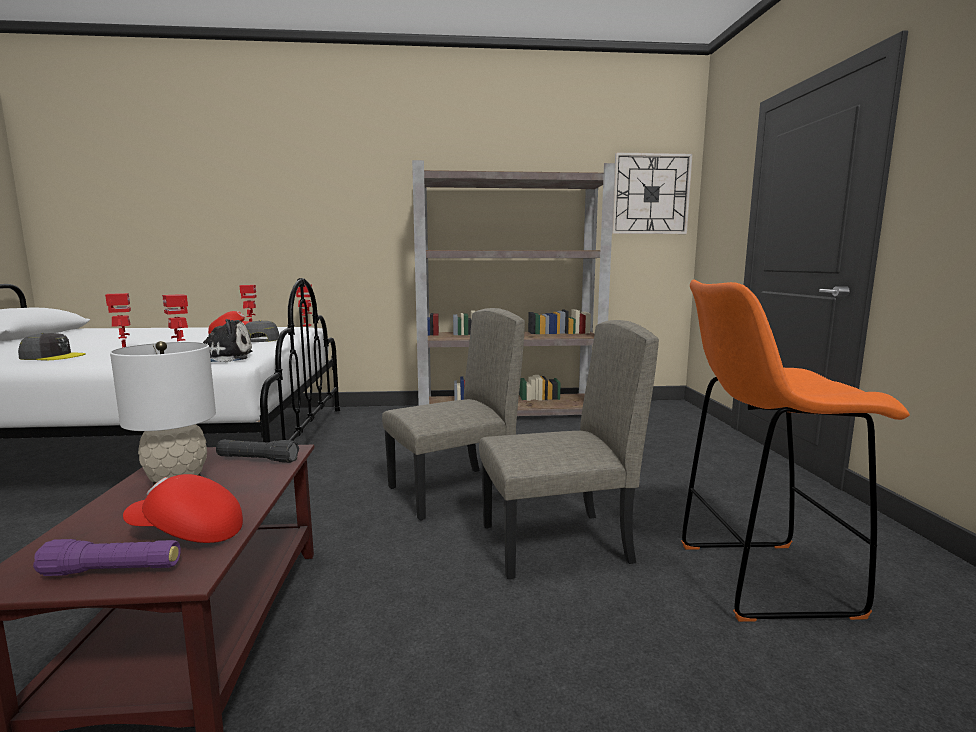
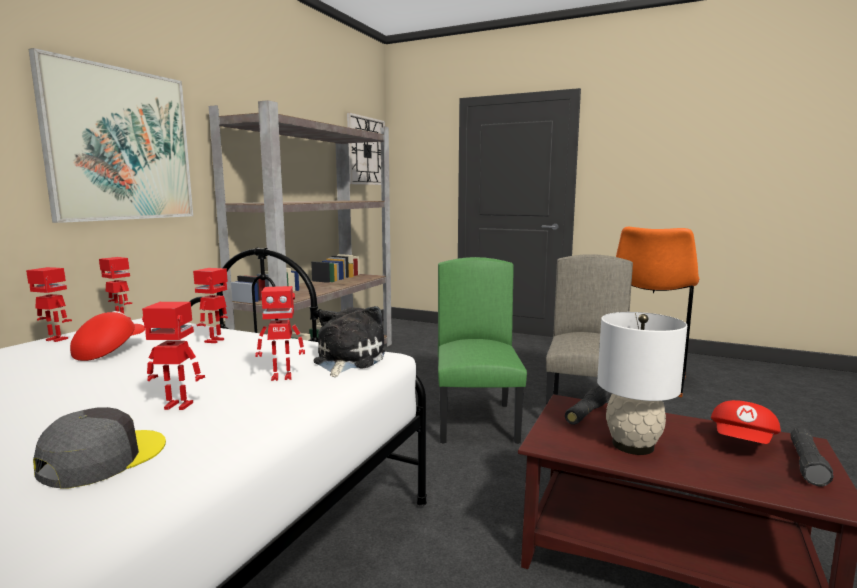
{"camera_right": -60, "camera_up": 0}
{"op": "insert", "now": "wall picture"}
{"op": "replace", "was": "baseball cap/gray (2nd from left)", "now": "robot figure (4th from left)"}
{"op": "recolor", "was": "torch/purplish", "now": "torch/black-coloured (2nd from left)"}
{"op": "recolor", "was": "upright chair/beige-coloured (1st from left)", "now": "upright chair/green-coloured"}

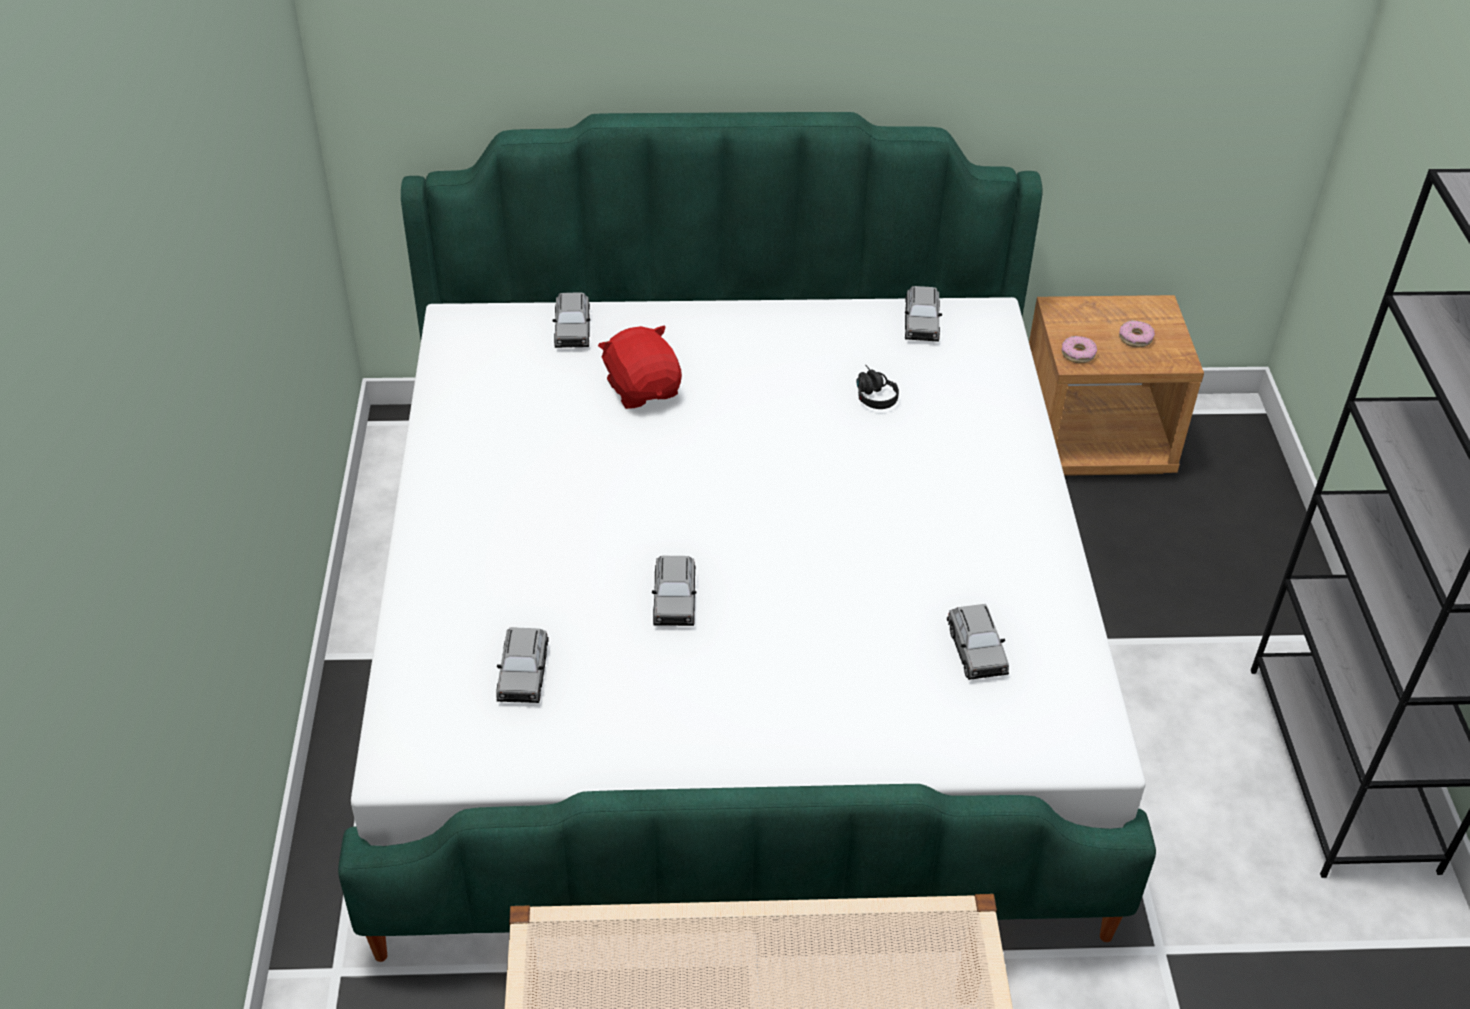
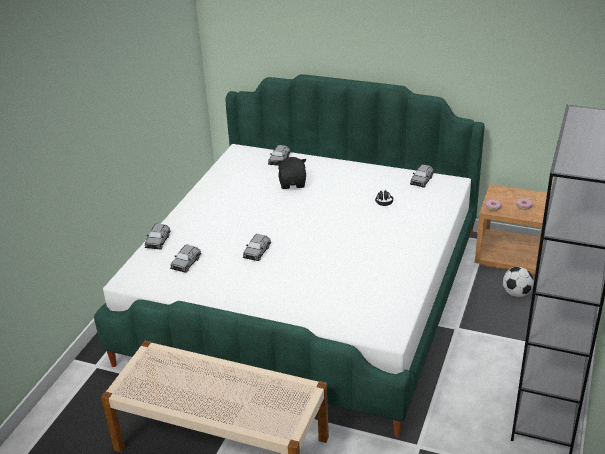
{"camera_right": 25, "camera_up": -10}
{"op": "insert", "now": "football"}
{"op": "move", "was": "model car/gray (5th from left in the first image)", "now": "model car/gray (1st from left)"}
{"op": "recolor", "was": "soft toy/reddish", "now": "soft toy/black-coloured"}

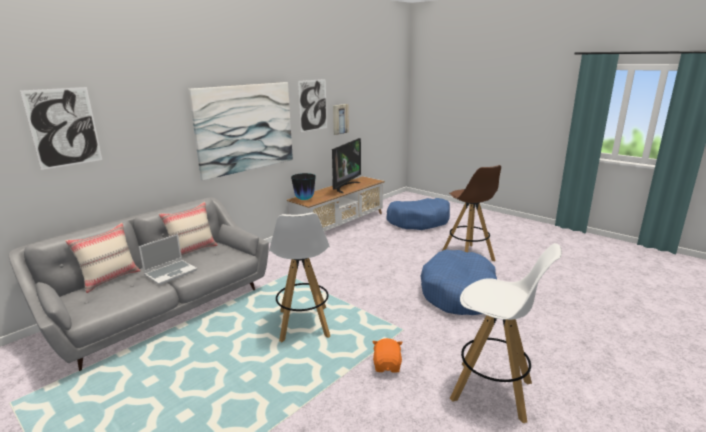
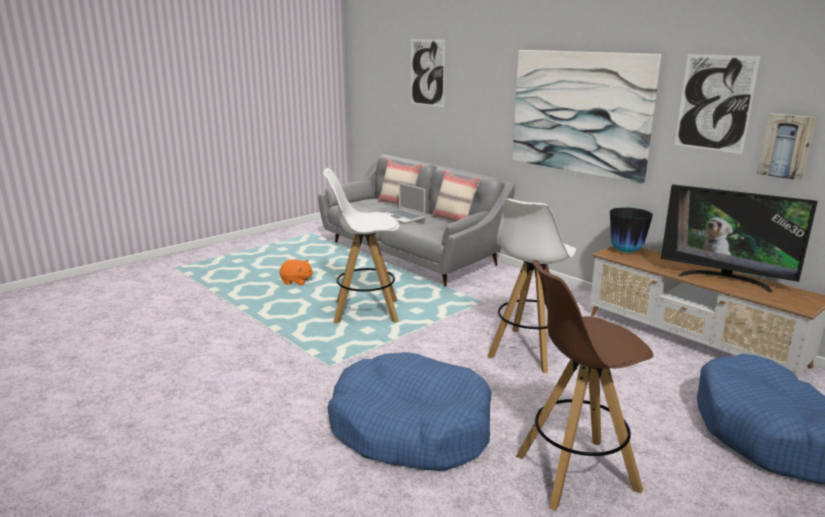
{"camera_right": 95, "camera_up": 0}
{"op": "move", "was": "soft toy/orange-coloured"}
{"op": "move", "was": "stool/white (2nd from left)"}

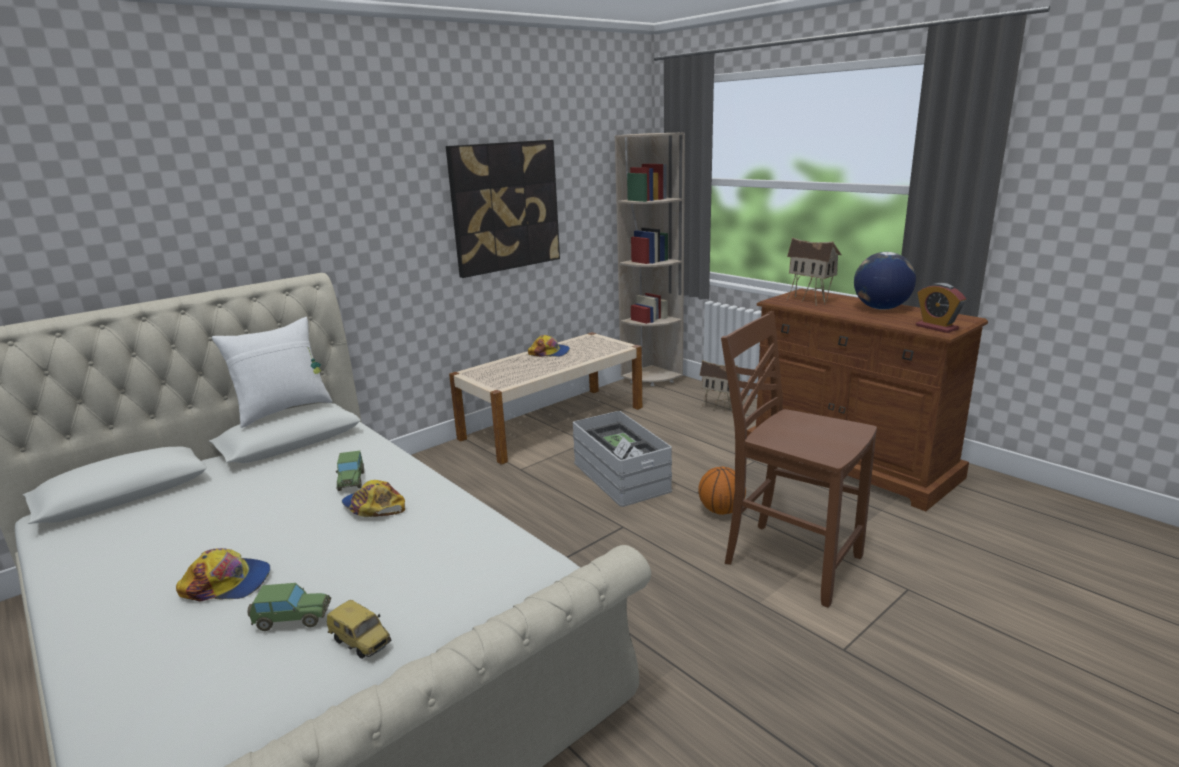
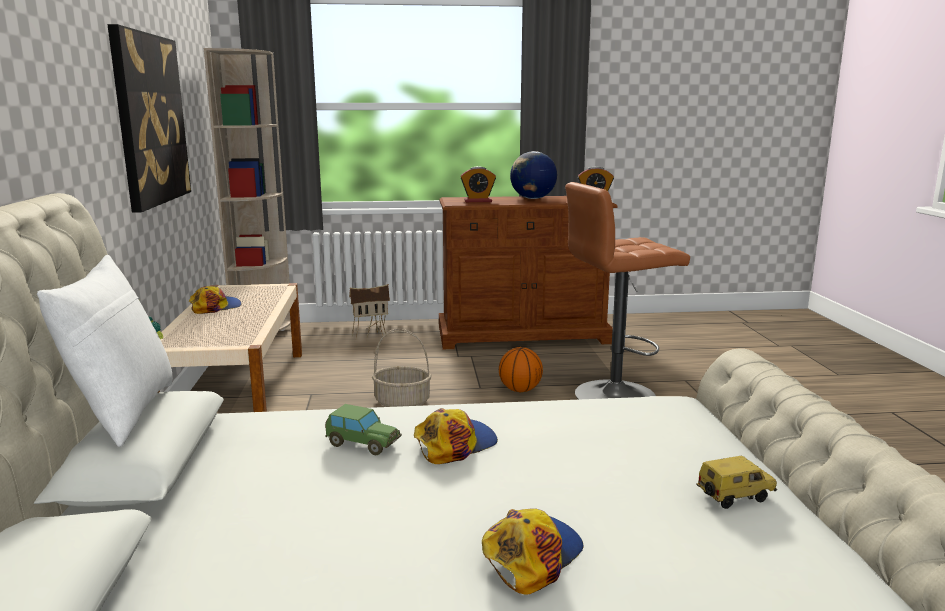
{"camera_right": -55, "camera_up": -5}
{"op": "delete", "was": "model car (1st from left)"}
{"op": "replace", "was": "storage container/gray", "now": "household basket"}
{"op": "replace", "was": "upright chair/brown-coloured", "now": "stool/brown-coloured"}
{"op": "replace", "was": "toy house (2nd from left)", "now": "bedside clock (1st from left)"}
{"op": "rotate", "was": "baseball cap (2nd from left)", "clockwise": 150}

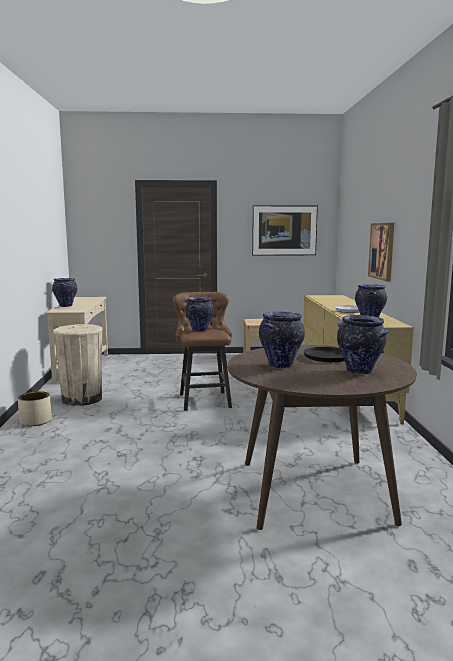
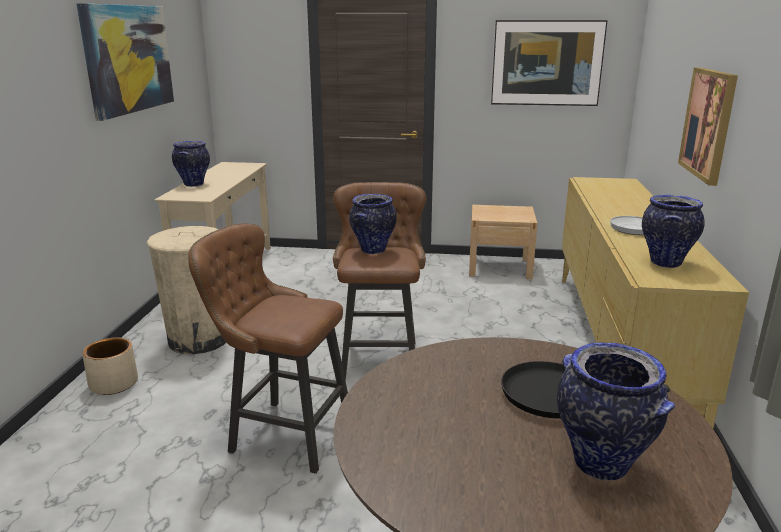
{"camera_right": 10, "camera_up": 10}
{"op": "delete", "was": "decorative vase (3rd from left)"}
{"op": "insert", "now": "wall picture (1st from left)"}
{"op": "insert", "now": "stool/brown-coloured (1st from left)"}

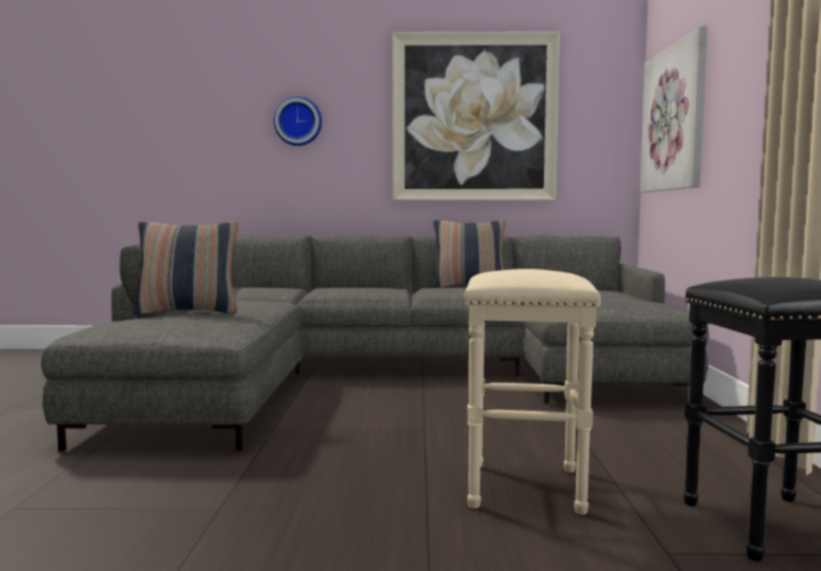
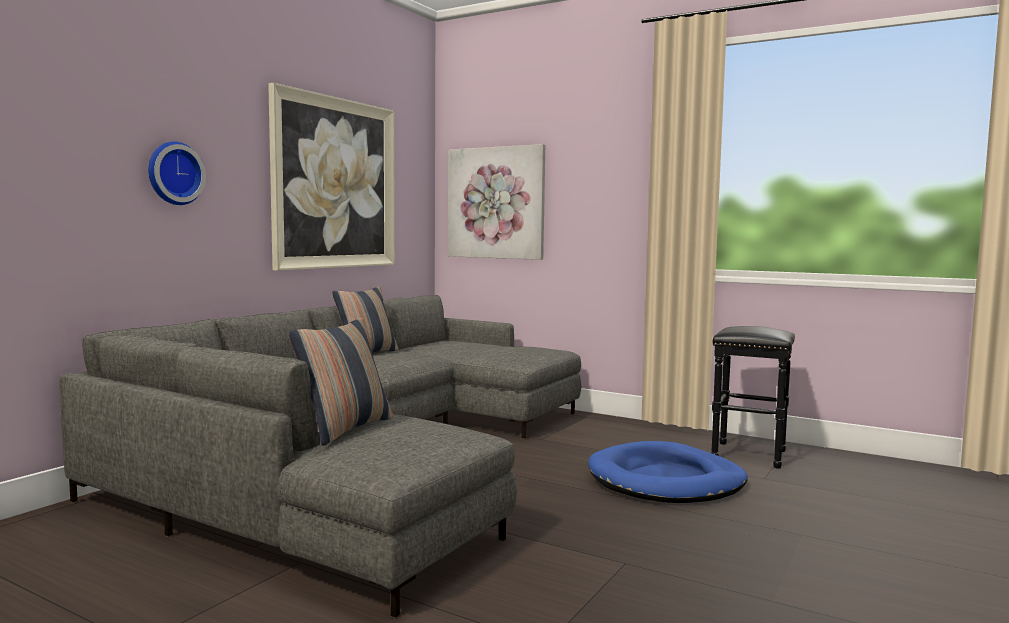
{"camera_right": -60, "camera_up": 0}
{"op": "replace", "was": "stool/beige-coloured", "now": "pet bed/blue-coloured"}

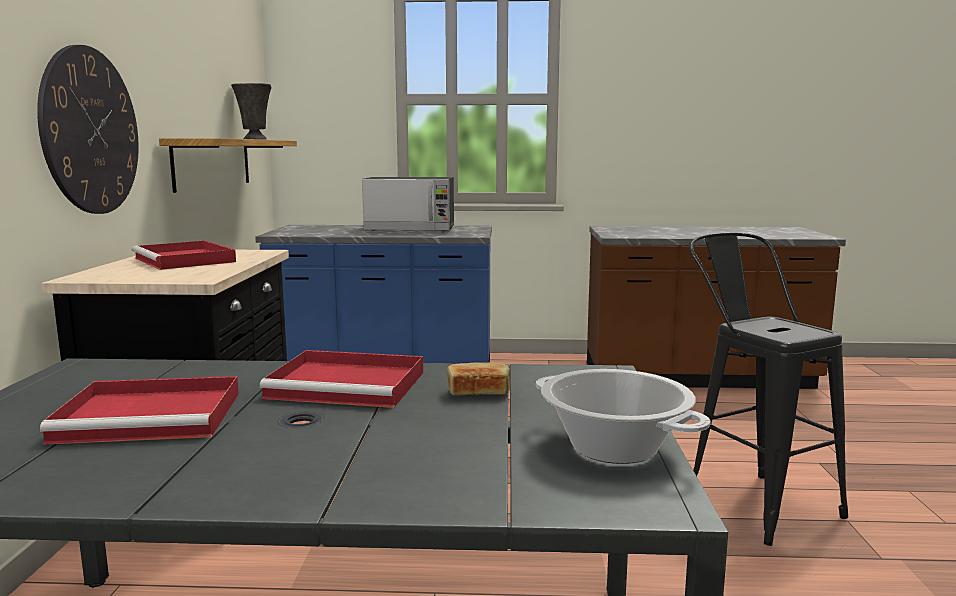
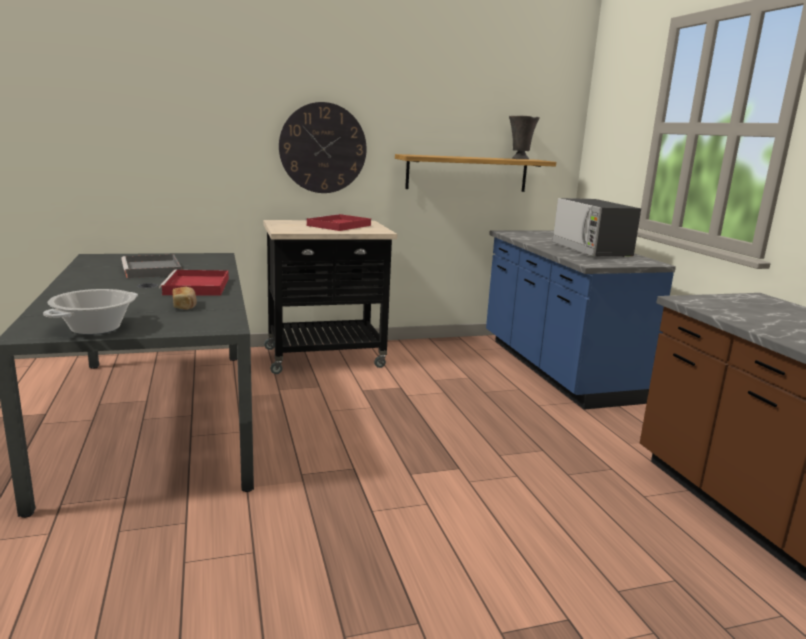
{"camera_right": 70, "camera_up": 5}
{"op": "delete", "was": "stool/black-coloured"}
{"op": "recolor", "was": "tray/reddish (1st from left)", "now": "tray/gray"}

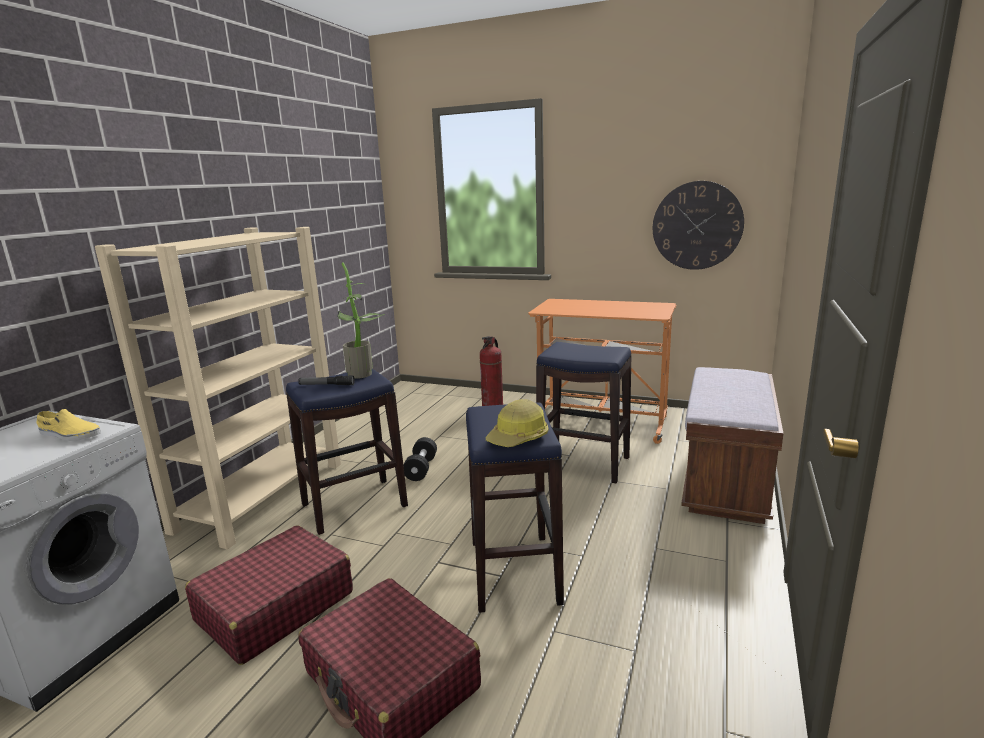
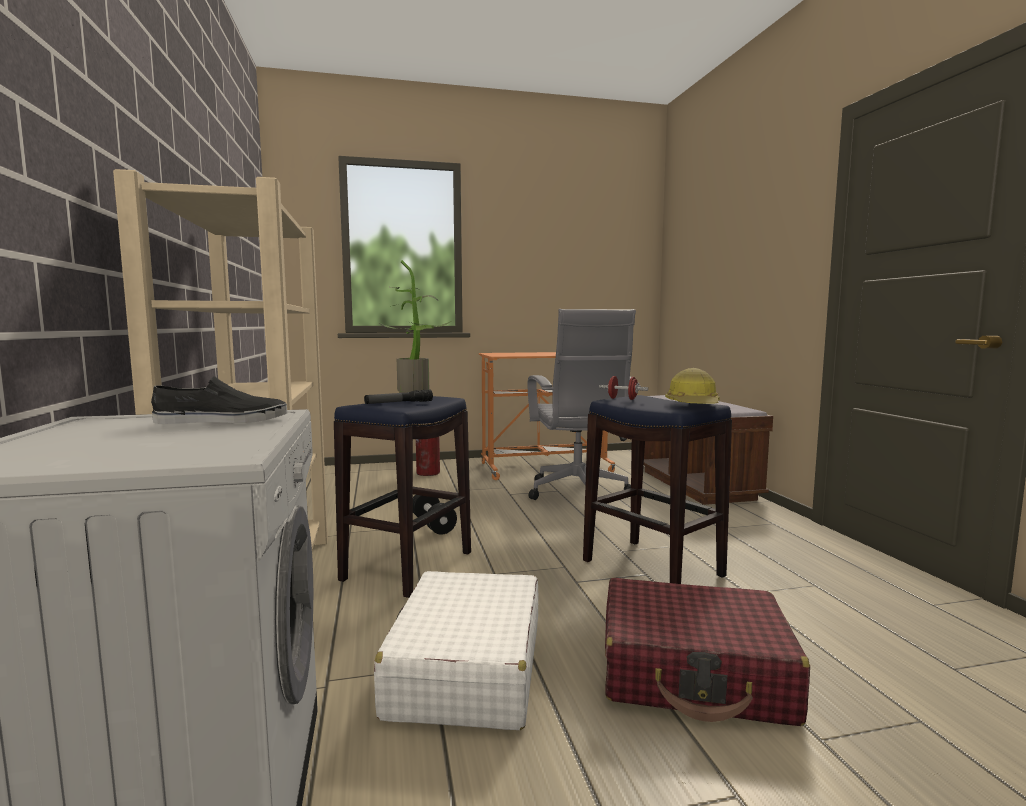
{"camera_right": -35, "camera_up": -10}
{"op": "delete", "was": "clock on the wall"}
{"op": "insert", "now": "dumbbell/reddish"}
{"op": "replace", "was": "stool (3rd from left)", "now": "office chair/gray"}
{"op": "recolor", "was": "shoe/yellow", "now": "shoe/black-coloured"}
{"op": "recolor", "was": "suitcase/reddish (1st from left)", "now": "suitcase/white"}

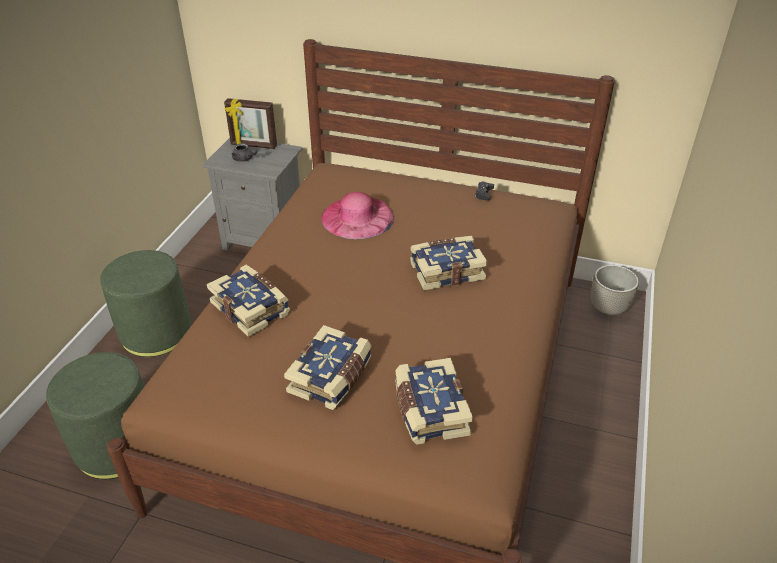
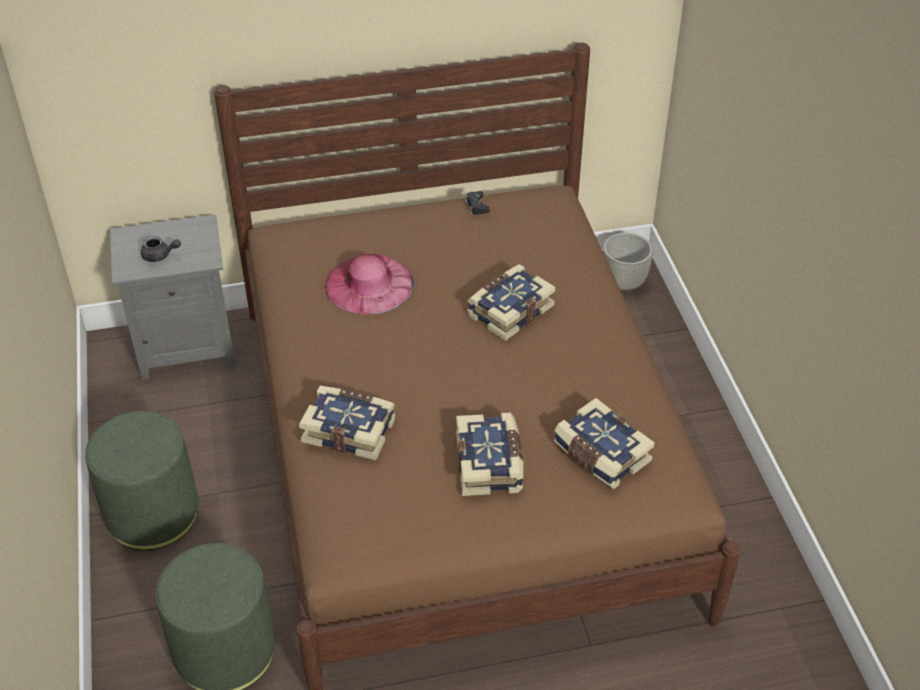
{"camera_right": -30, "camera_up": 5}
{"op": "delete", "was": "standing frame"}

